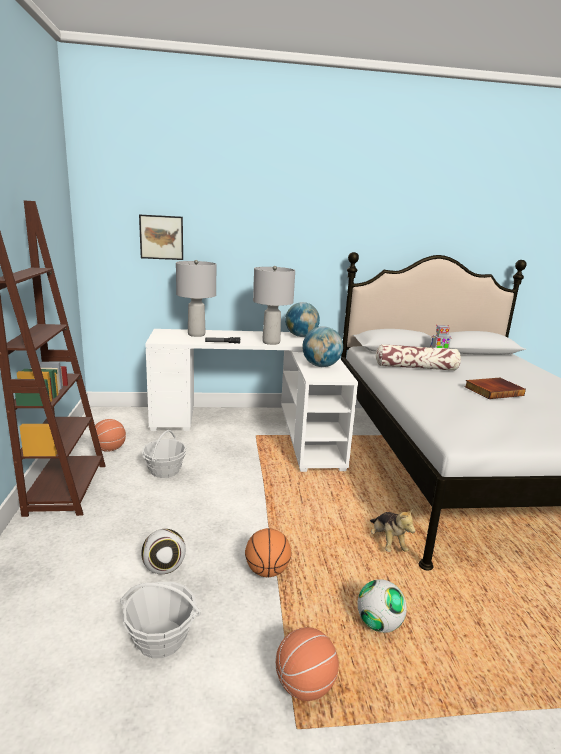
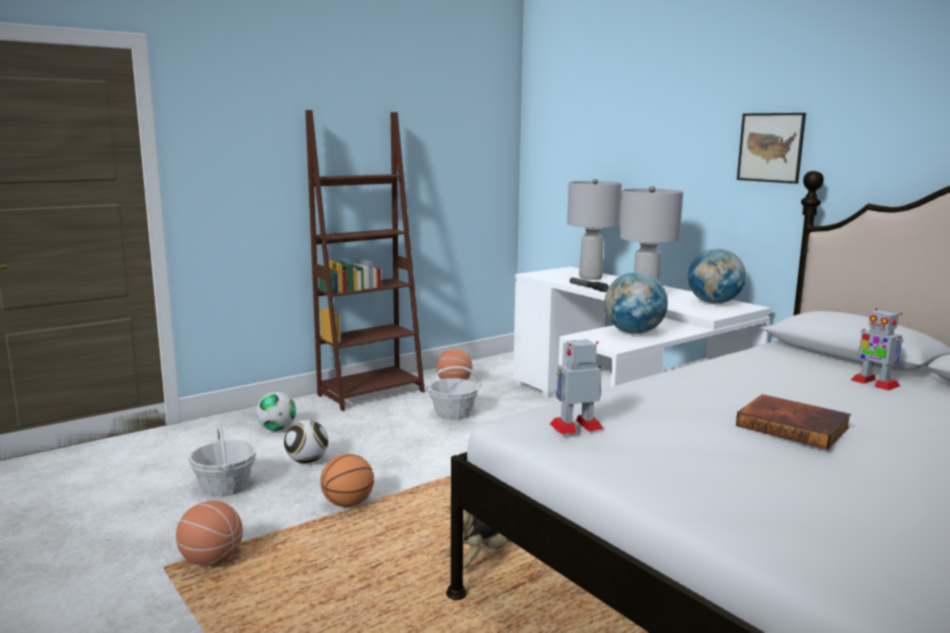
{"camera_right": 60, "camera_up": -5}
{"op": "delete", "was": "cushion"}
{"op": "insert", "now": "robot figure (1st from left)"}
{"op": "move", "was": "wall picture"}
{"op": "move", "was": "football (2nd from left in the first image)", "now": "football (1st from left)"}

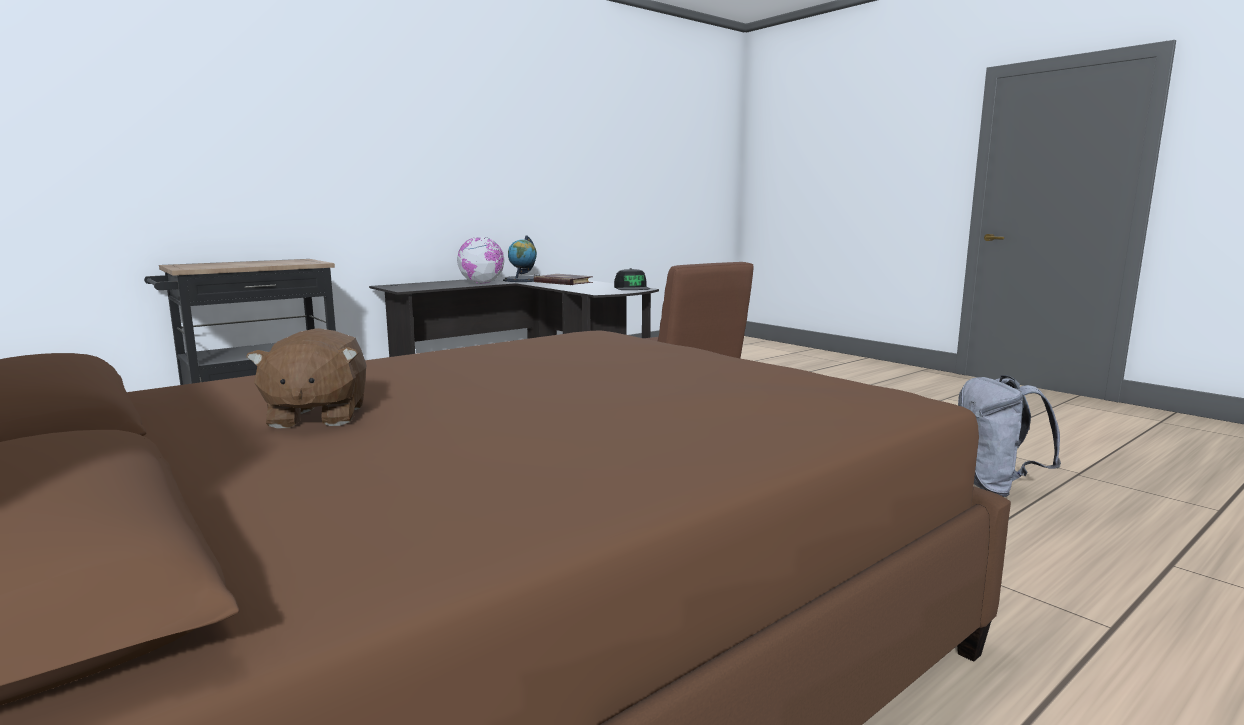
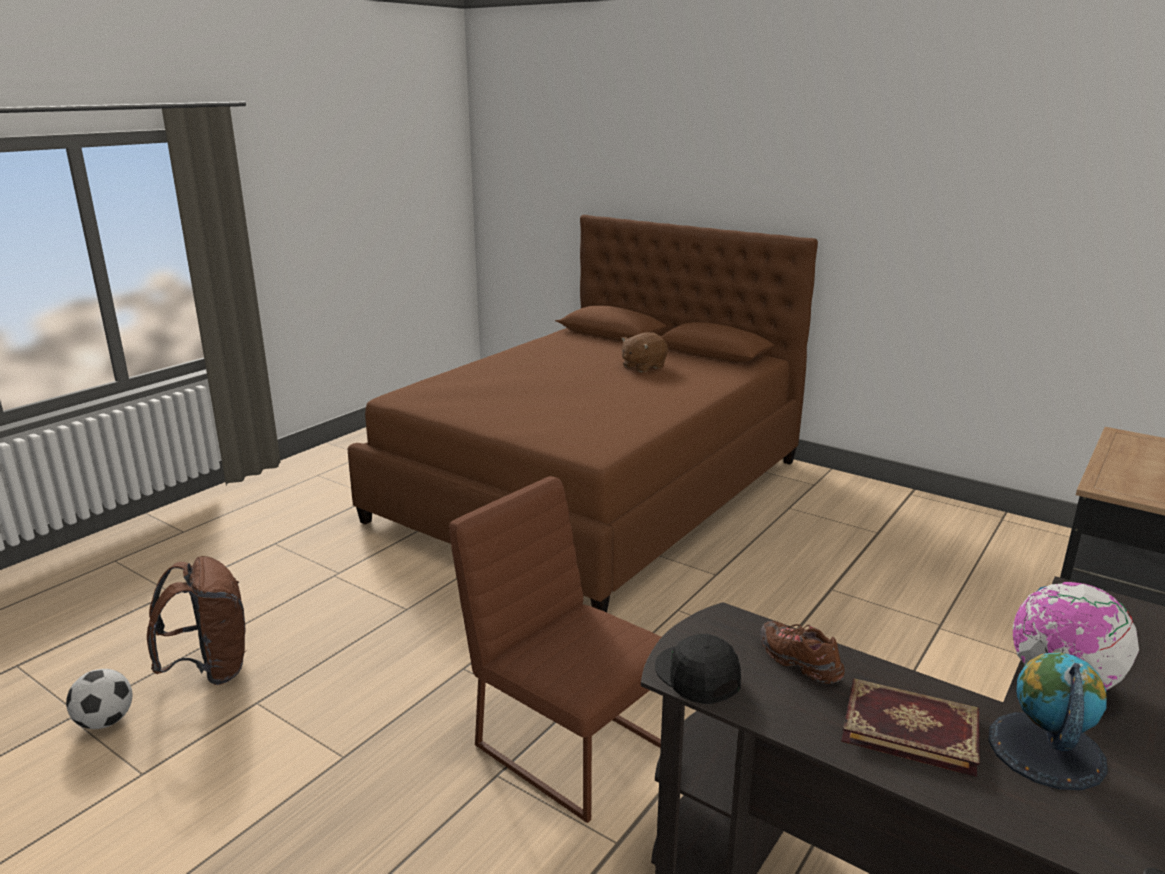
{"camera_right": 165, "camera_up": 10}
{"op": "insert", "now": "football"}
{"op": "insert", "now": "shoe/brown-coloured"}
{"op": "recolor", "was": "rucksack/gray", "now": "rucksack/brown-coloured"}
{"op": "rotate", "was": "soft toy/brown-coloured", "clockwise": -105}

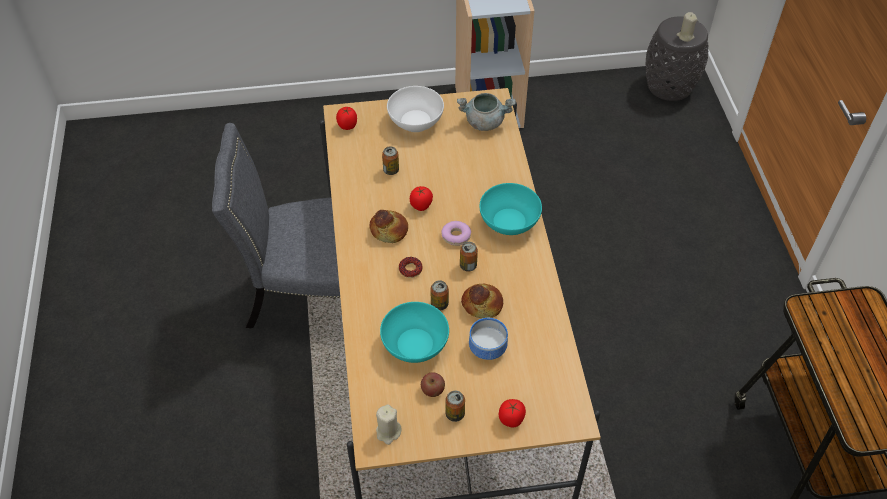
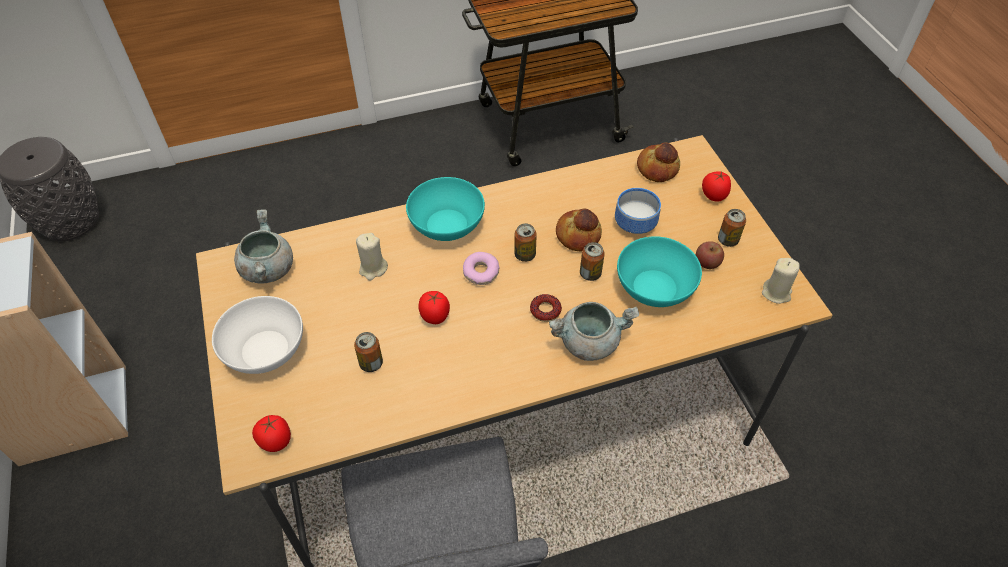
{"camera_right": -100, "camera_up": 0}
{"op": "insert", "now": "stockpot/gray (2nd from left)"}
{"op": "move", "was": "bread (1st from left in the first image)", "now": "bread (2nd from left)"}
{"op": "move", "was": "wax candle/beige-coloured (2nd from left in the first image)", "now": "wax candle/beige-coloured (1st from left)"}

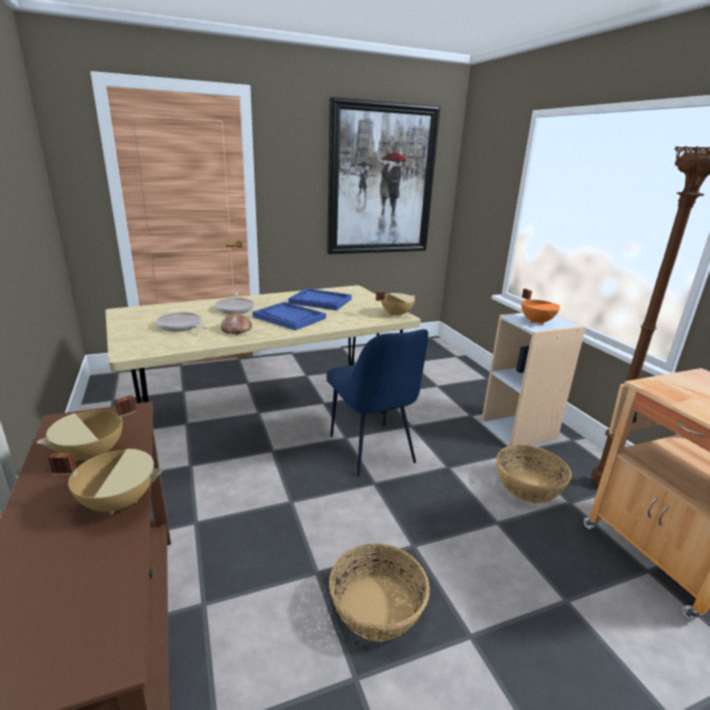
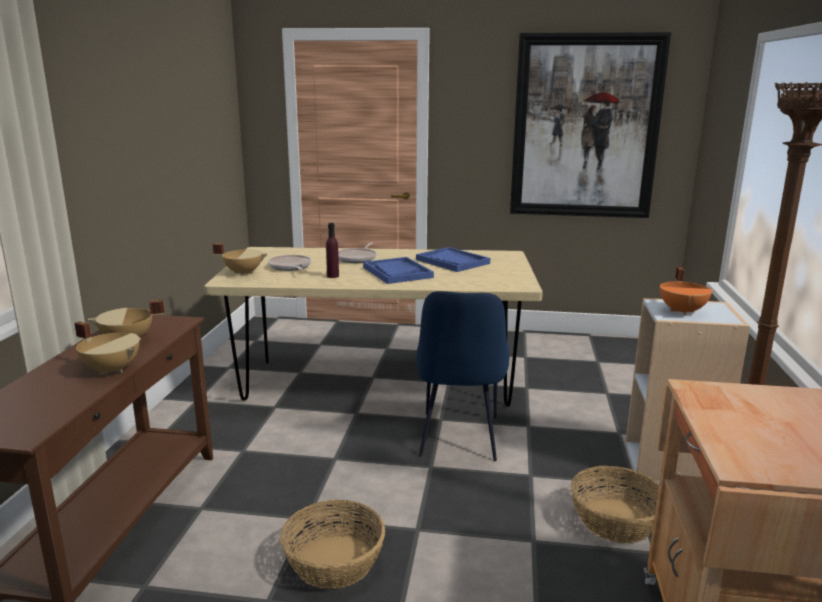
{"camera_right": 30, "camera_up": -5}
{"op": "move", "was": "stockpot/beige-coloured (3rd from left)"}
{"op": "replace", "was": "bread", "now": "bottle/purplish"}

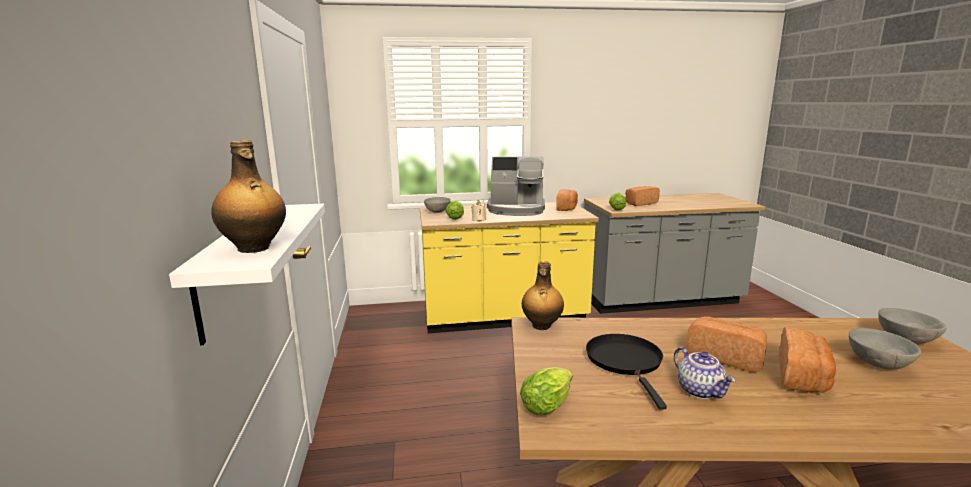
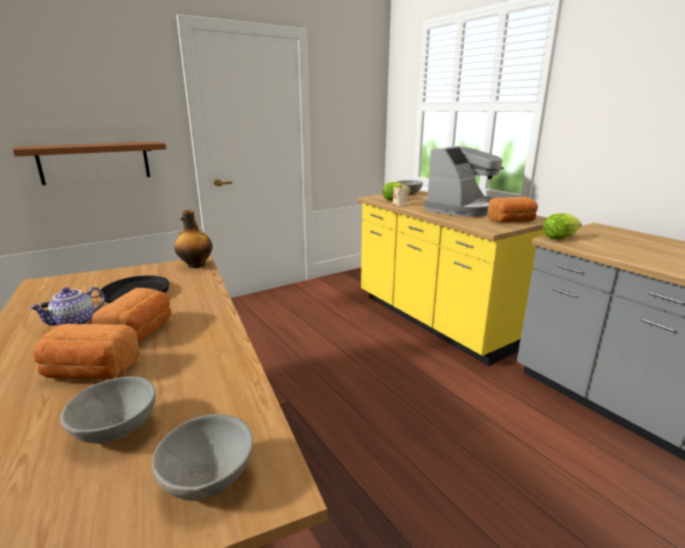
{"camera_right": 65, "camera_up": 5}
{"op": "delete", "was": "bottle (1st from left)"}
{"op": "delete", "was": "lettuce (2nd from left)"}
{"op": "delete", "was": "bread (2nd from left)"}
{"op": "recolor", "was": "bracket shelf/white", "now": "bracket shelf/brown-coloured"}
{"op": "rotate", "was": "coffee brewer", "clockwise": -120}

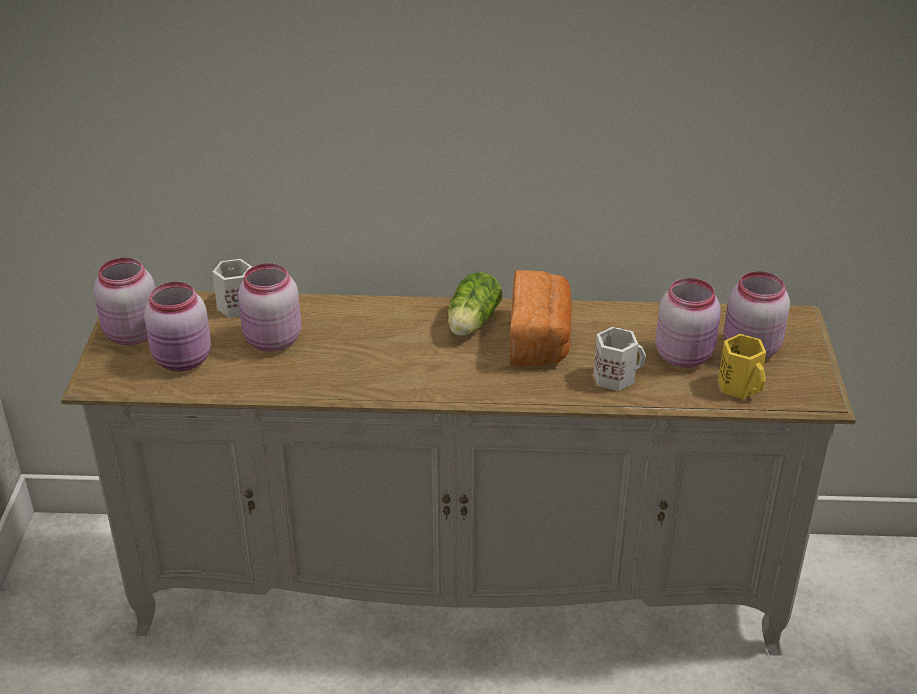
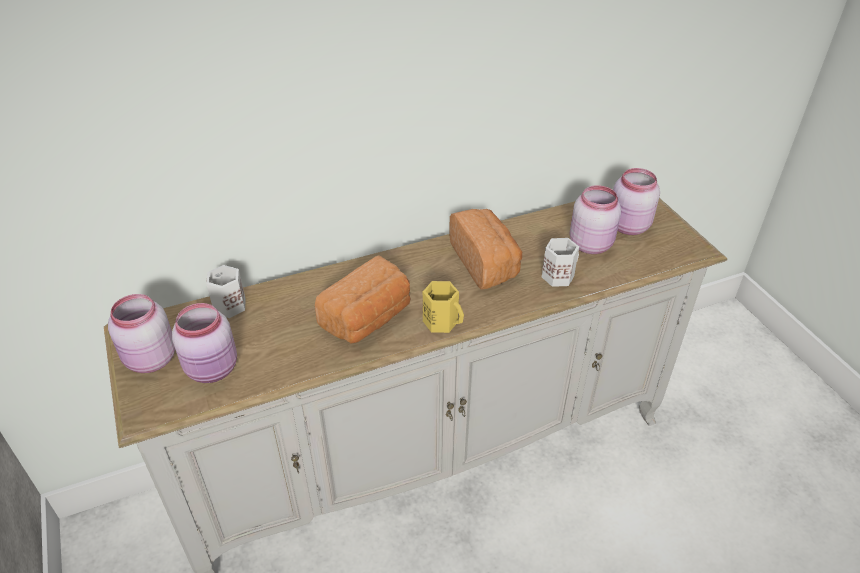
{"camera_right": -25, "camera_up": 5}
{"op": "delete", "was": "preserve jar/pink-coloured (3rd from left)"}
{"op": "delete", "was": "lettuce"}
{"op": "insert", "now": "bread (1st from left)"}
{"op": "move", "was": "coffee mug/yellow"}

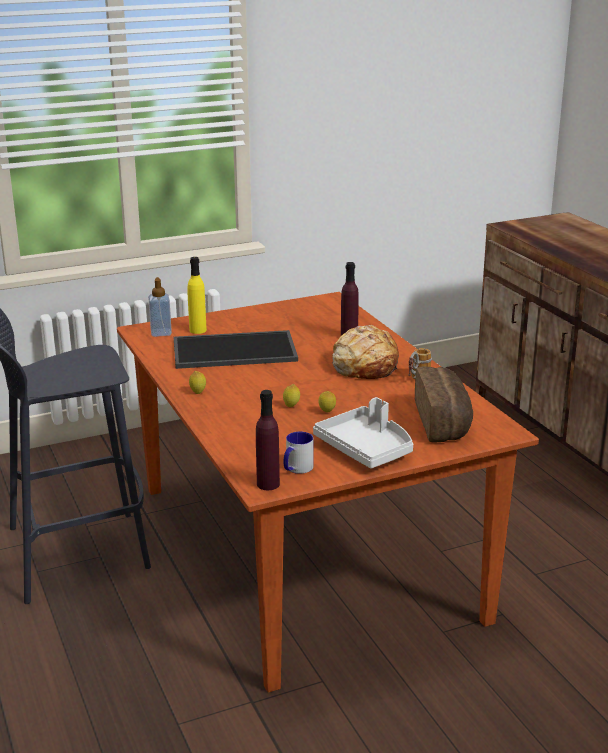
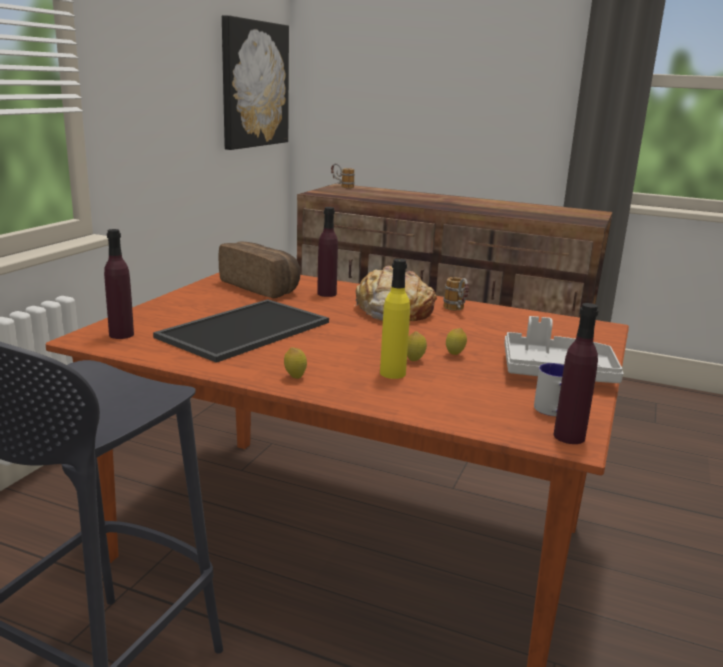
{"camera_right": -45, "camera_up": -5}
{"op": "insert", "now": "wall picture"}
{"op": "insert", "now": "coffee mug (1st from left)"}
{"op": "move", "was": "bottle/yellow"}
{"op": "move", "was": "bread (2nd from left in the first image)", "now": "bread (1st from left)"}
{"op": "replace", "was": "liquid soap bottle", "now": "bottle/purplish (1st from left)"}

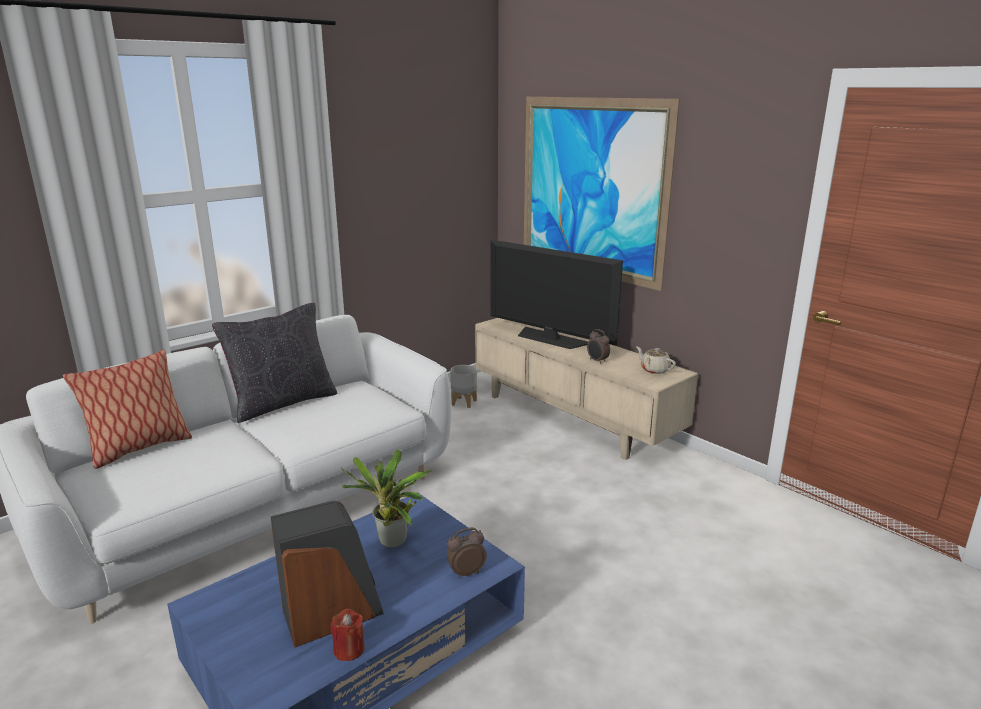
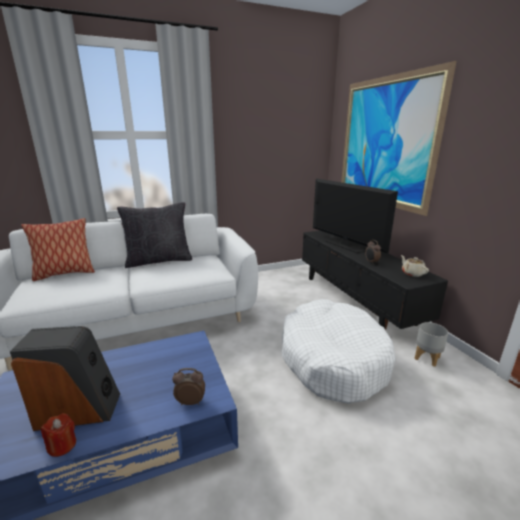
{"camera_right": 20, "camera_up": 0}
{"op": "delete", "was": "houseplant"}
{"op": "insert", "now": "pet bed/white"}
{"op": "move", "was": "plant pot/gray"}
{"op": "recolor", "was": "tv stand/beige-coloured", "now": "tv stand/black-coloured"}

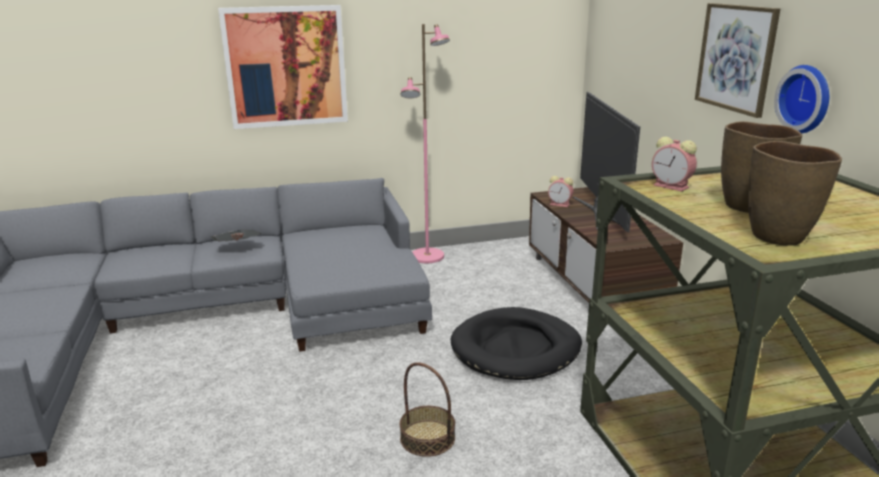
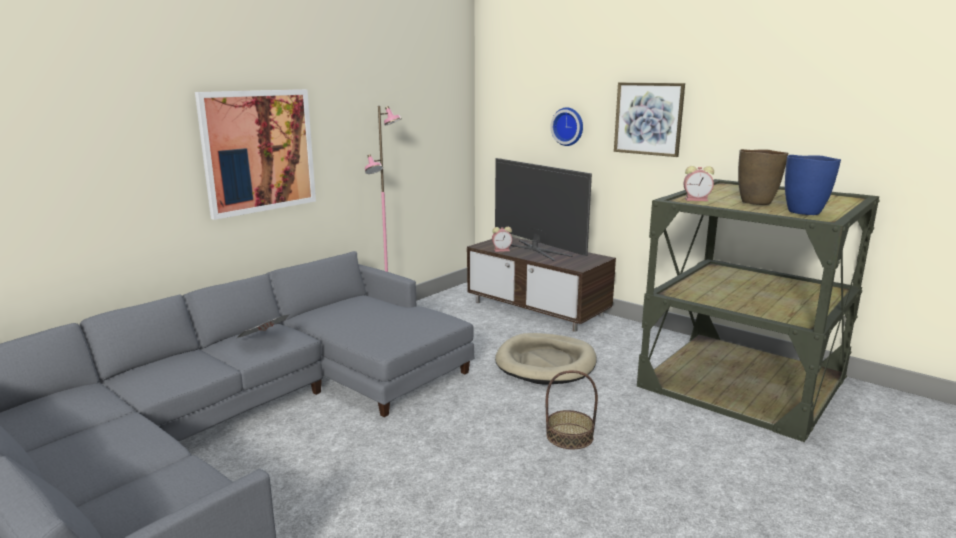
{"camera_right": -35, "camera_up": -5}
{"op": "move", "was": "clock on the wall"}
{"op": "recolor", "was": "pet bed/black-coloured", "now": "pet bed/beige-coloured"}
{"op": "recolor", "was": "decorative vase/brown-coloured (2nd from left)", "now": "decorative vase/blue-coloured"}

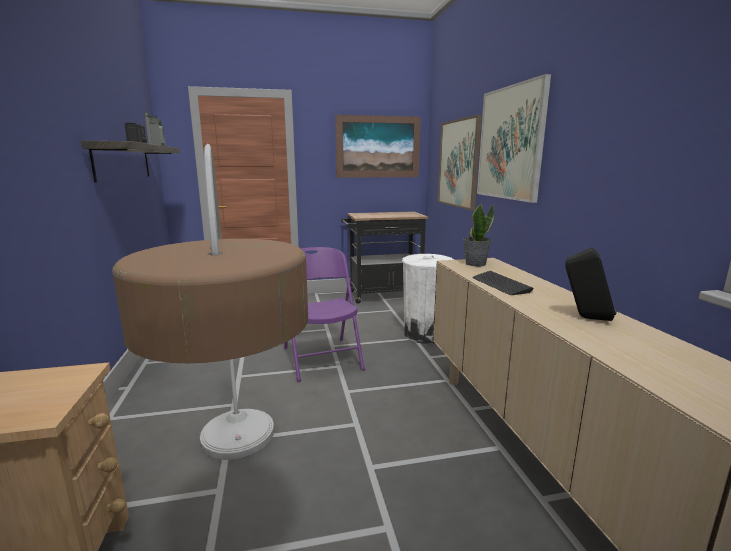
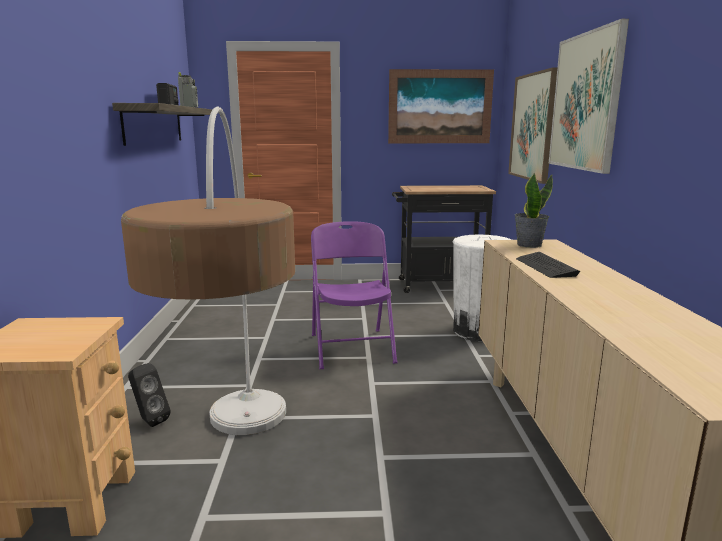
{"camera_right": 10, "camera_up": 0}
{"op": "move", "was": "loudspeaker/black-coloured"}

